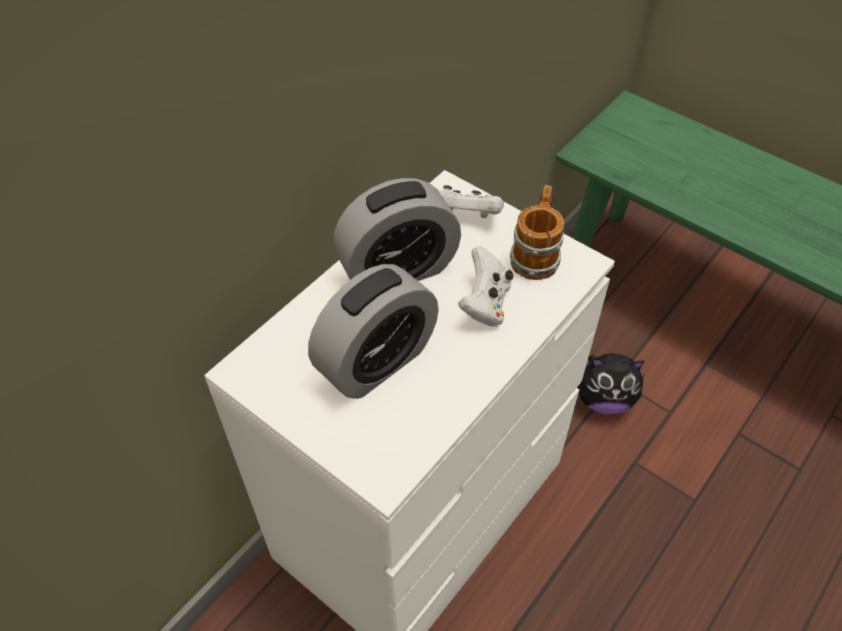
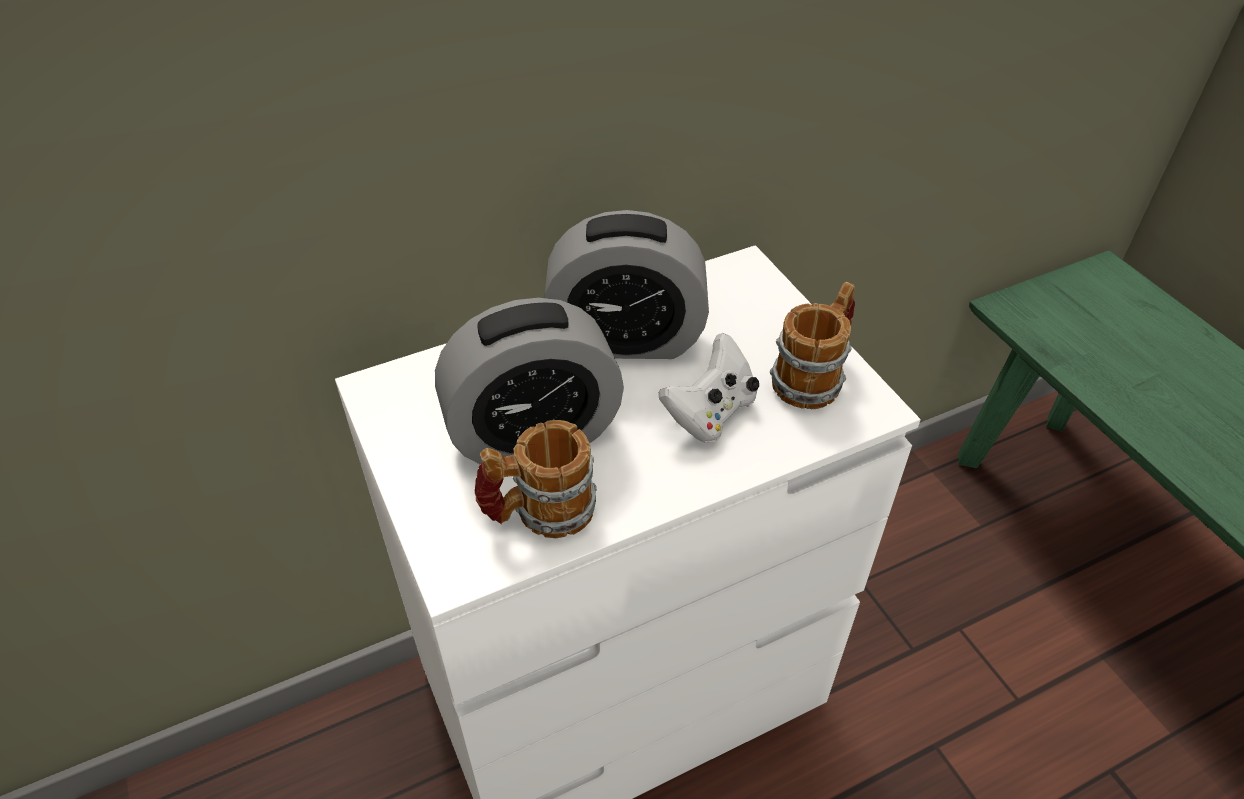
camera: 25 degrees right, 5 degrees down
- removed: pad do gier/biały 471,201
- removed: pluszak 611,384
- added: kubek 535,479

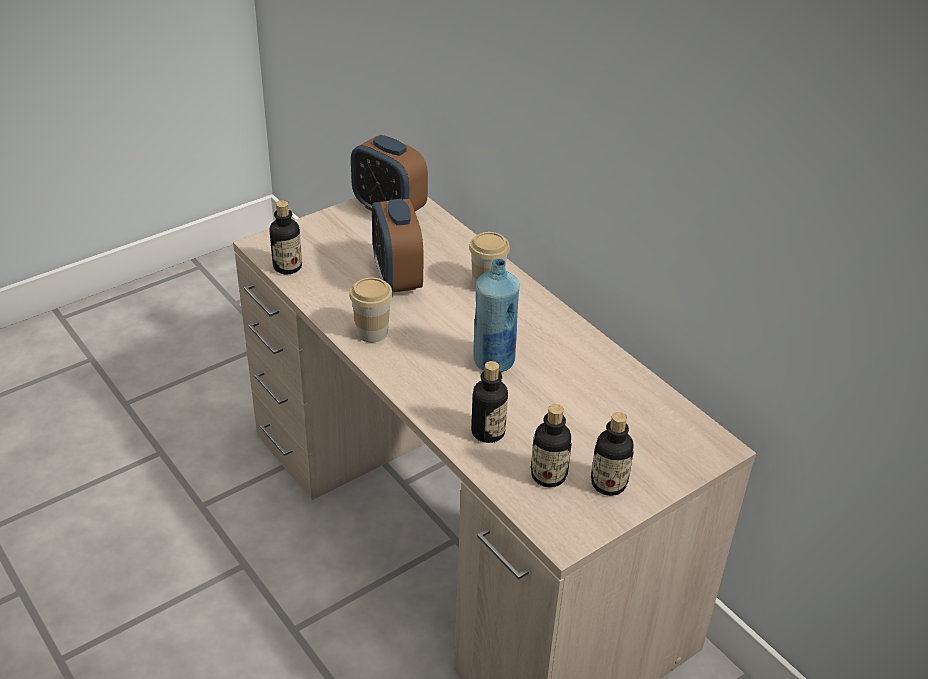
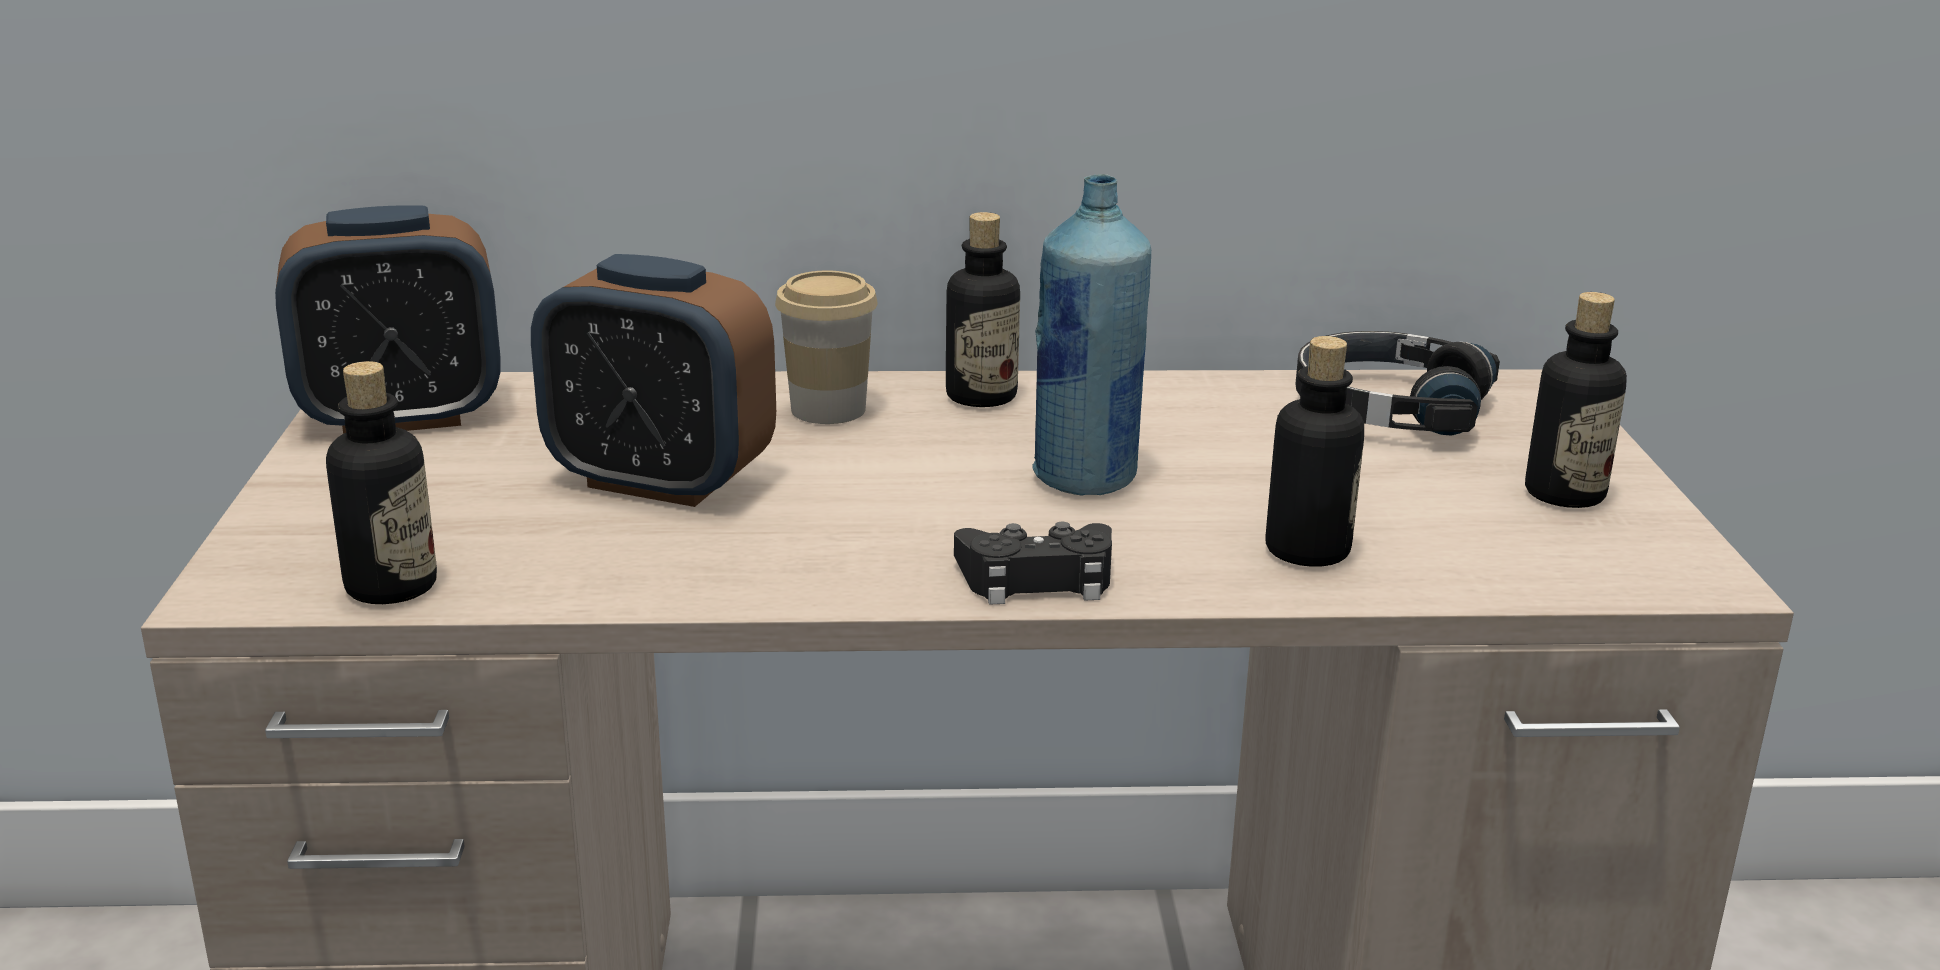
camera: 55 degrees left, 15 degrees down
- removed: filiżanka 371,309
- moved: butelka 551,446 to 983,309
- added: pad do gier/czarny 1033,563
- added: słuchawki/czarny 1397,383

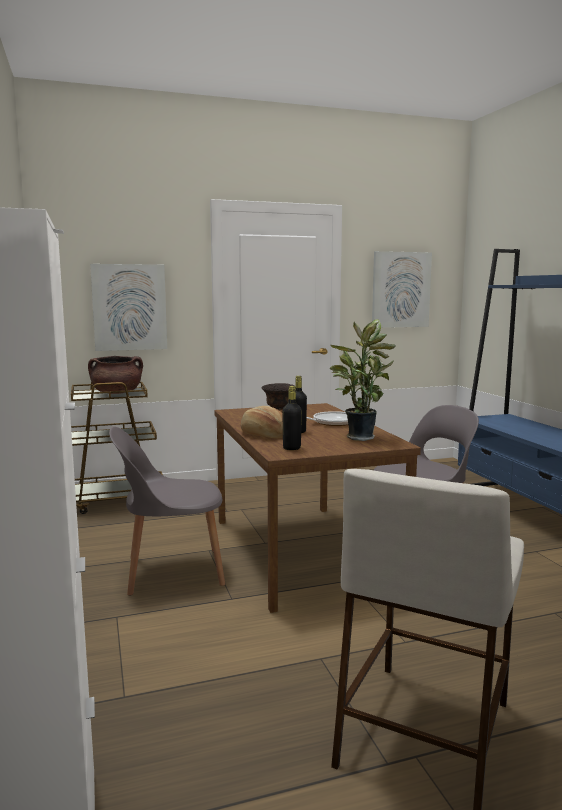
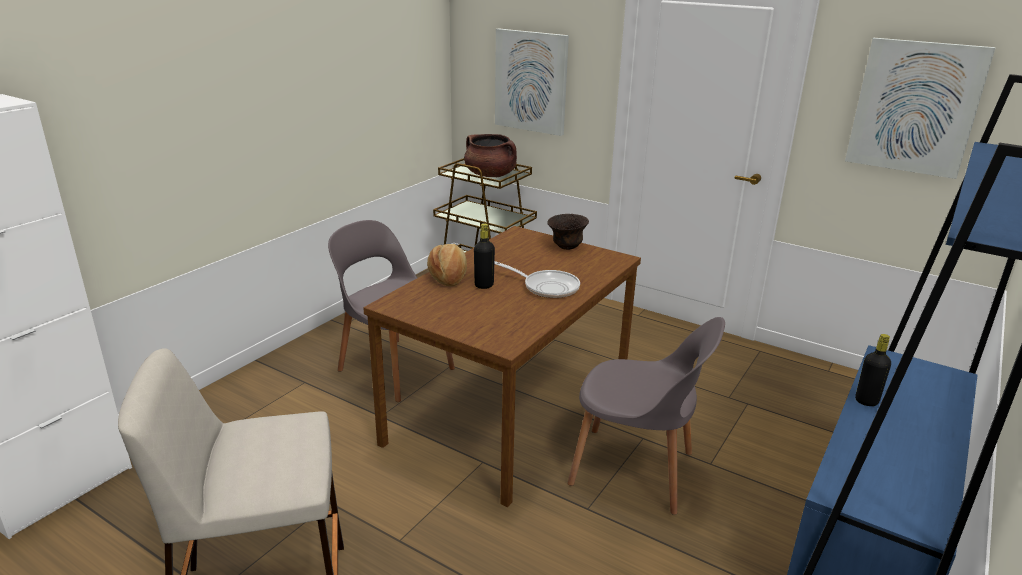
camera: 50 degrees right, 15 degrees up
- moved: butelka/czarny 292,418 to 873,370
- removed: roślina doniczkowa 363,380

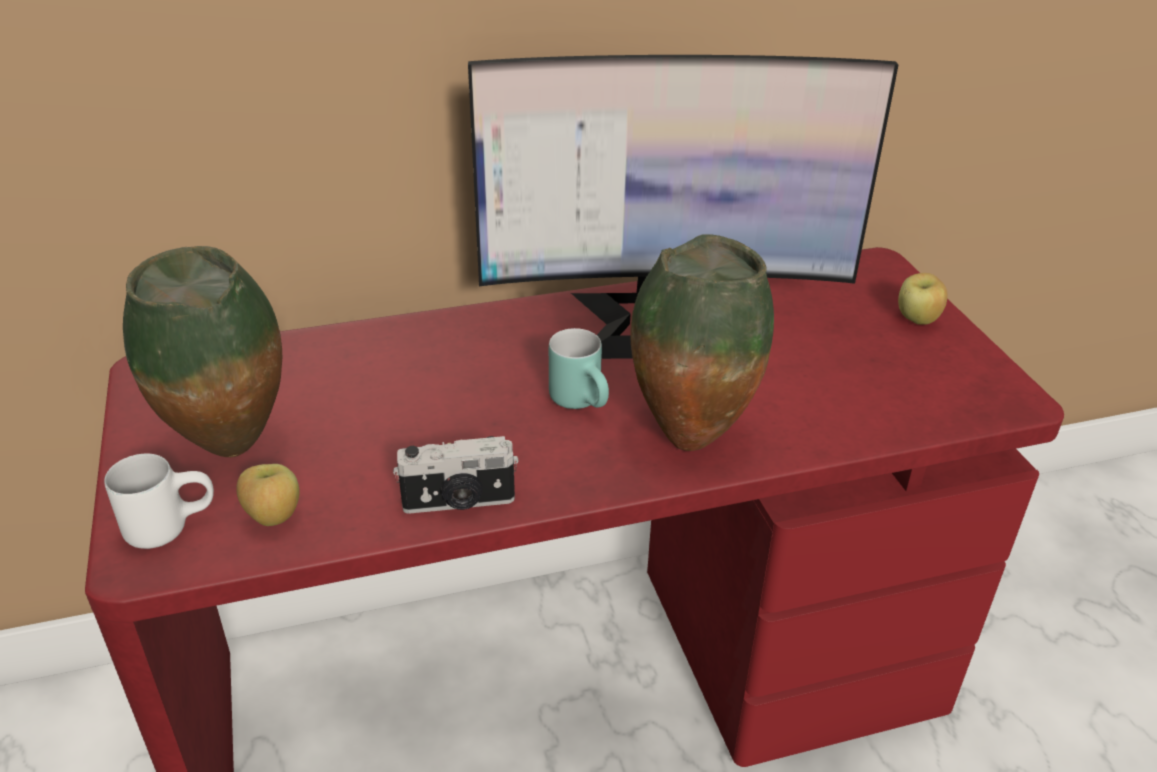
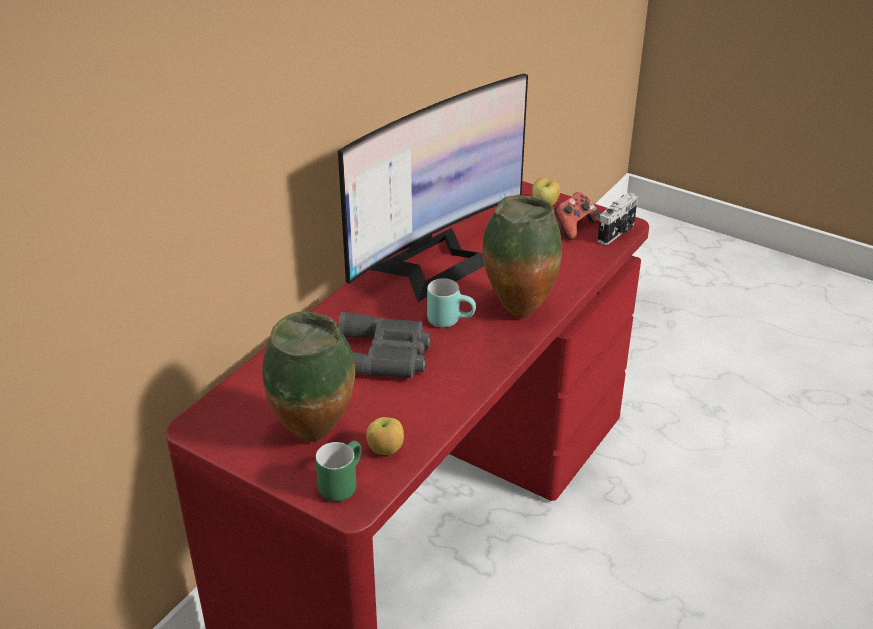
camera: 40 degrees left, 0 degrees up
- recoloured: kubek/biały 159,501 to kubek/zielony 338,471
- moved: aparat fotograficzny 456,475 to 617,219
- added: lornetka/szary 384,345
- added: pad do gier 577,216

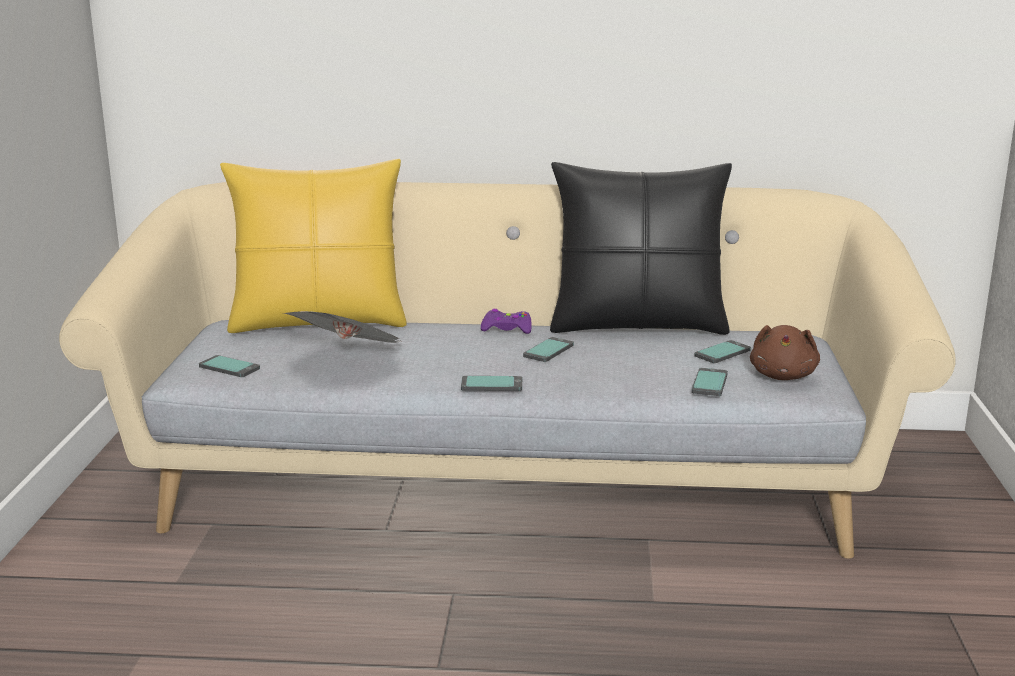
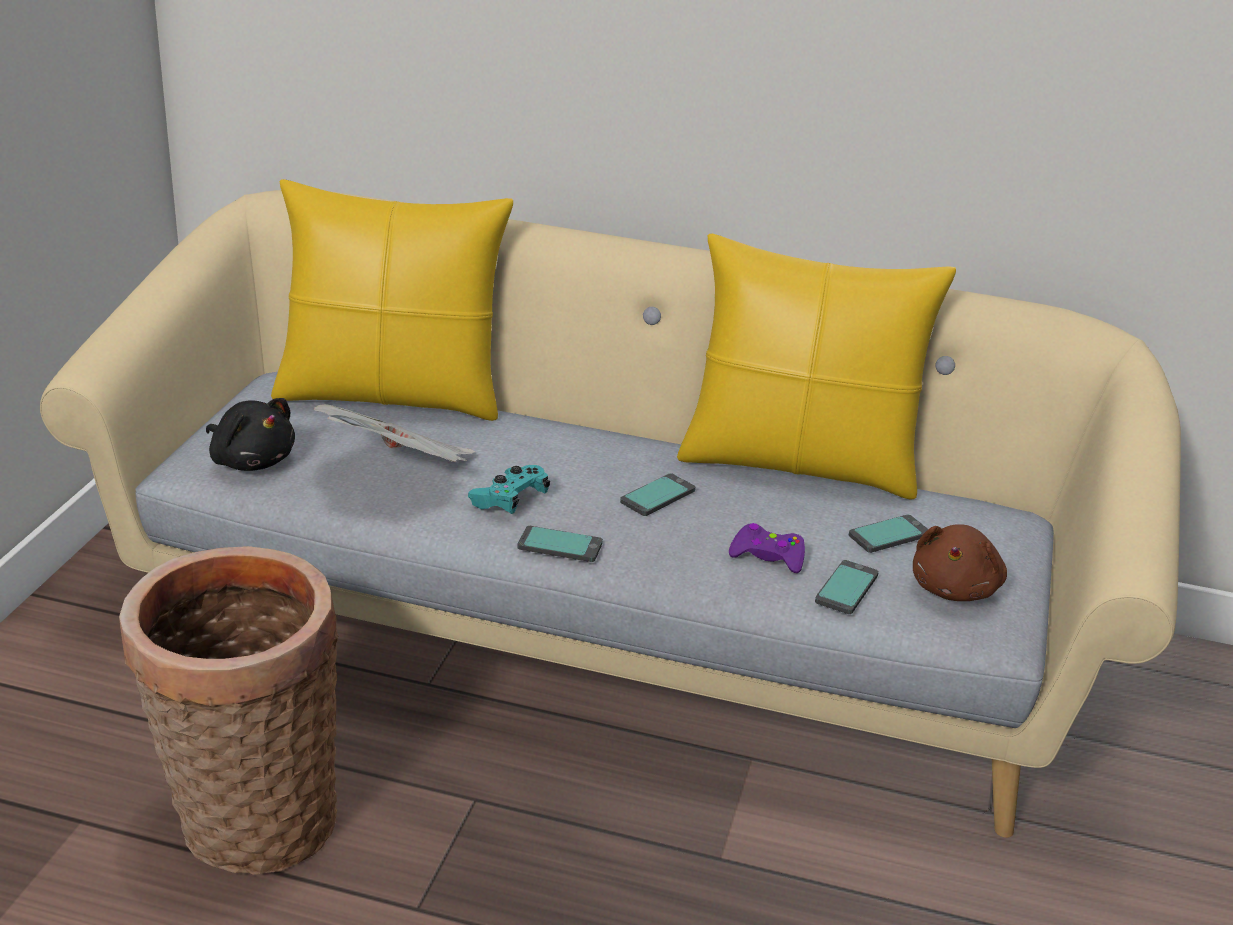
camera: 10 degrees right, 10 degrees up
- replaced: telefon 229,366 to pluszak/czarny 250,434
- moved: pad do gier/fioletowy 506,321 to 767,548
- recoloured: poduszka/czarny 641,248 to poduszka/żółty 816,367
- added: koszyk 229,710
- added: pad do gier/turkusowy 509,489

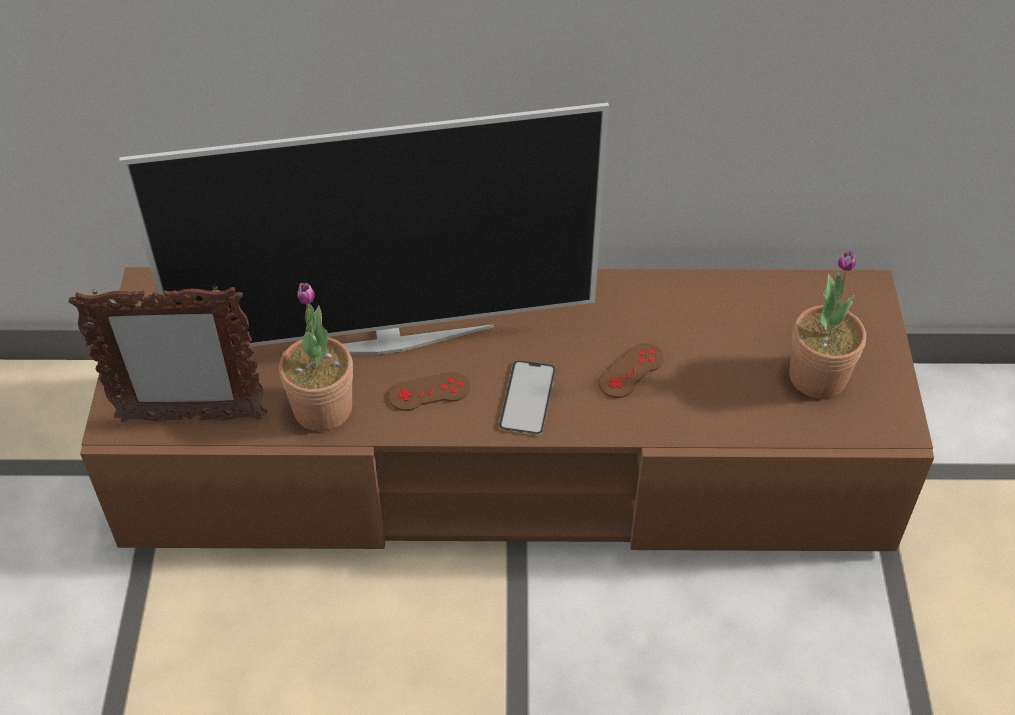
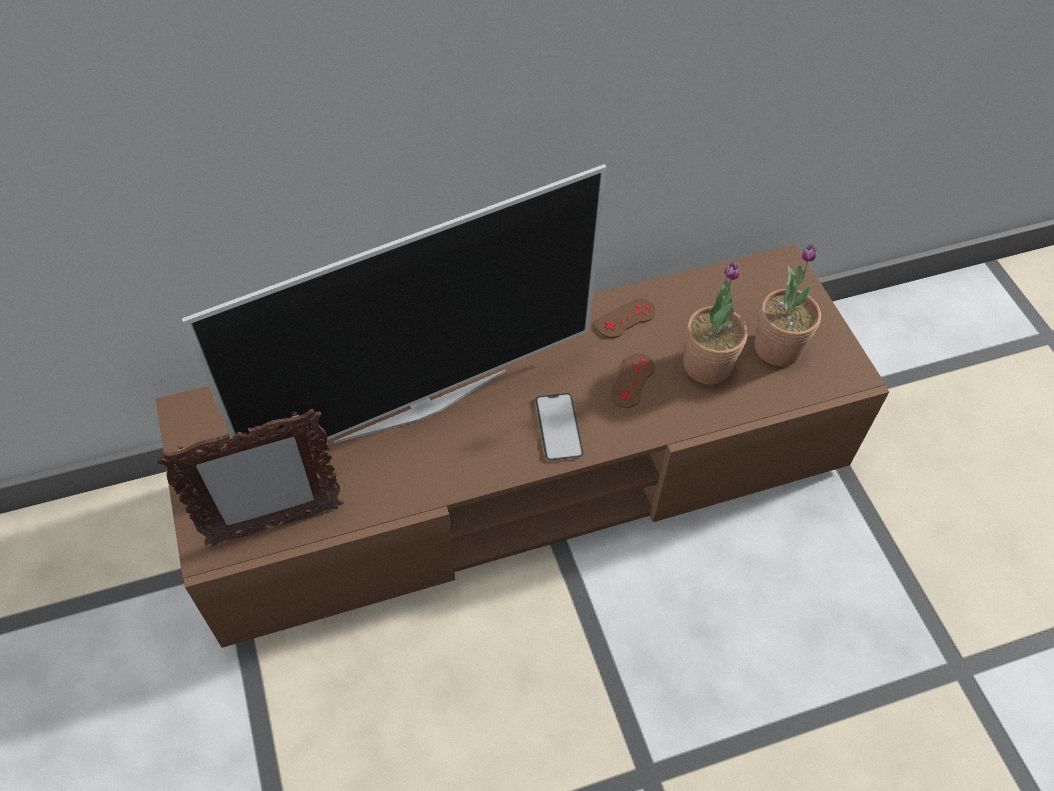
camera: 20 degrees left, 5 degrees up
- moved: roślina doniczkowa 316,357 to 716,323
- moved: pad do gier/brązowy 429,391 to 626,318

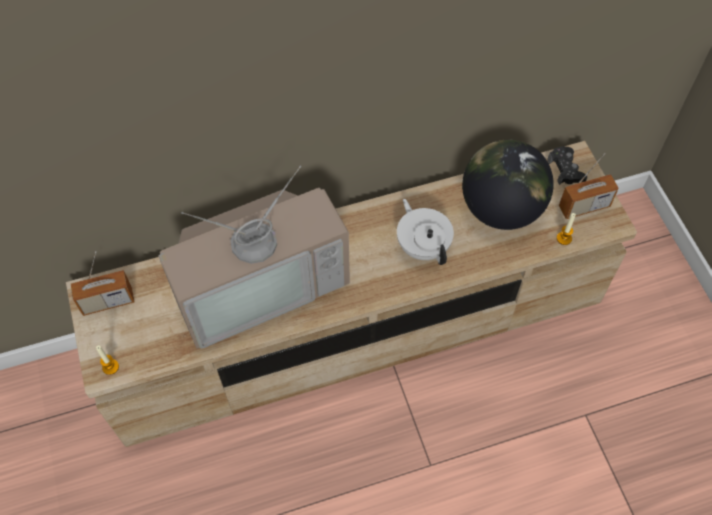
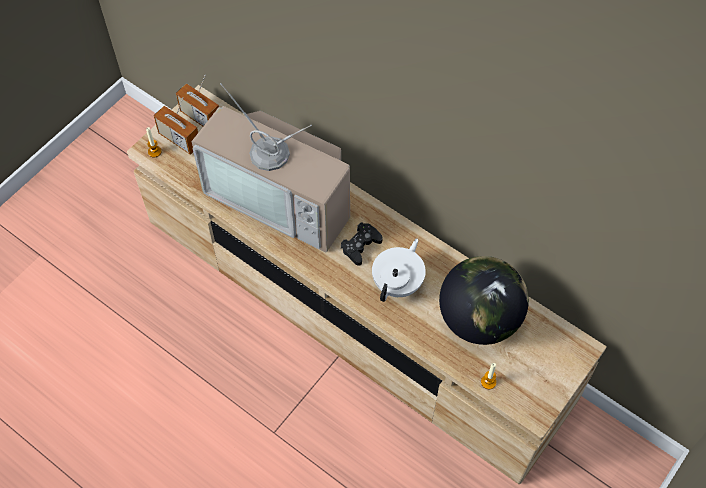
camera: 55 degrees right, 0 degrees up
- moved: pad do gier/czarny 567,165 to 362,244
- moved: radio 589,186 to 176,126

